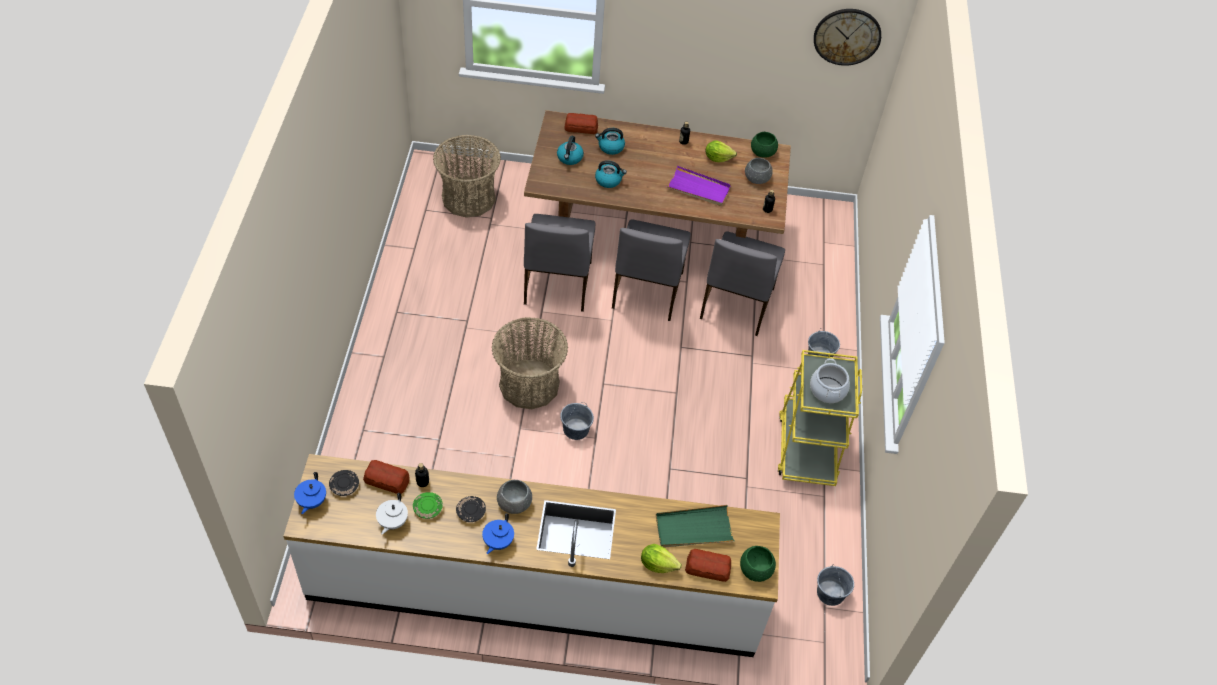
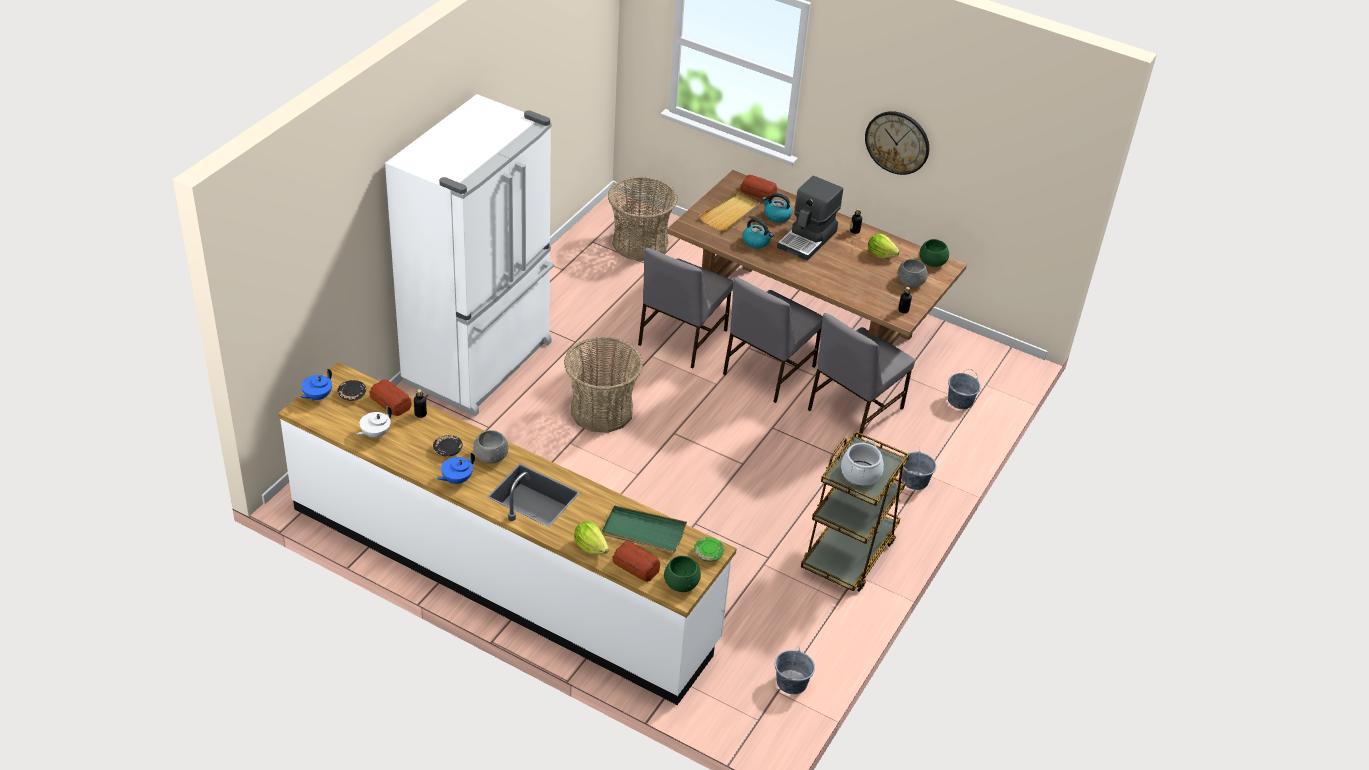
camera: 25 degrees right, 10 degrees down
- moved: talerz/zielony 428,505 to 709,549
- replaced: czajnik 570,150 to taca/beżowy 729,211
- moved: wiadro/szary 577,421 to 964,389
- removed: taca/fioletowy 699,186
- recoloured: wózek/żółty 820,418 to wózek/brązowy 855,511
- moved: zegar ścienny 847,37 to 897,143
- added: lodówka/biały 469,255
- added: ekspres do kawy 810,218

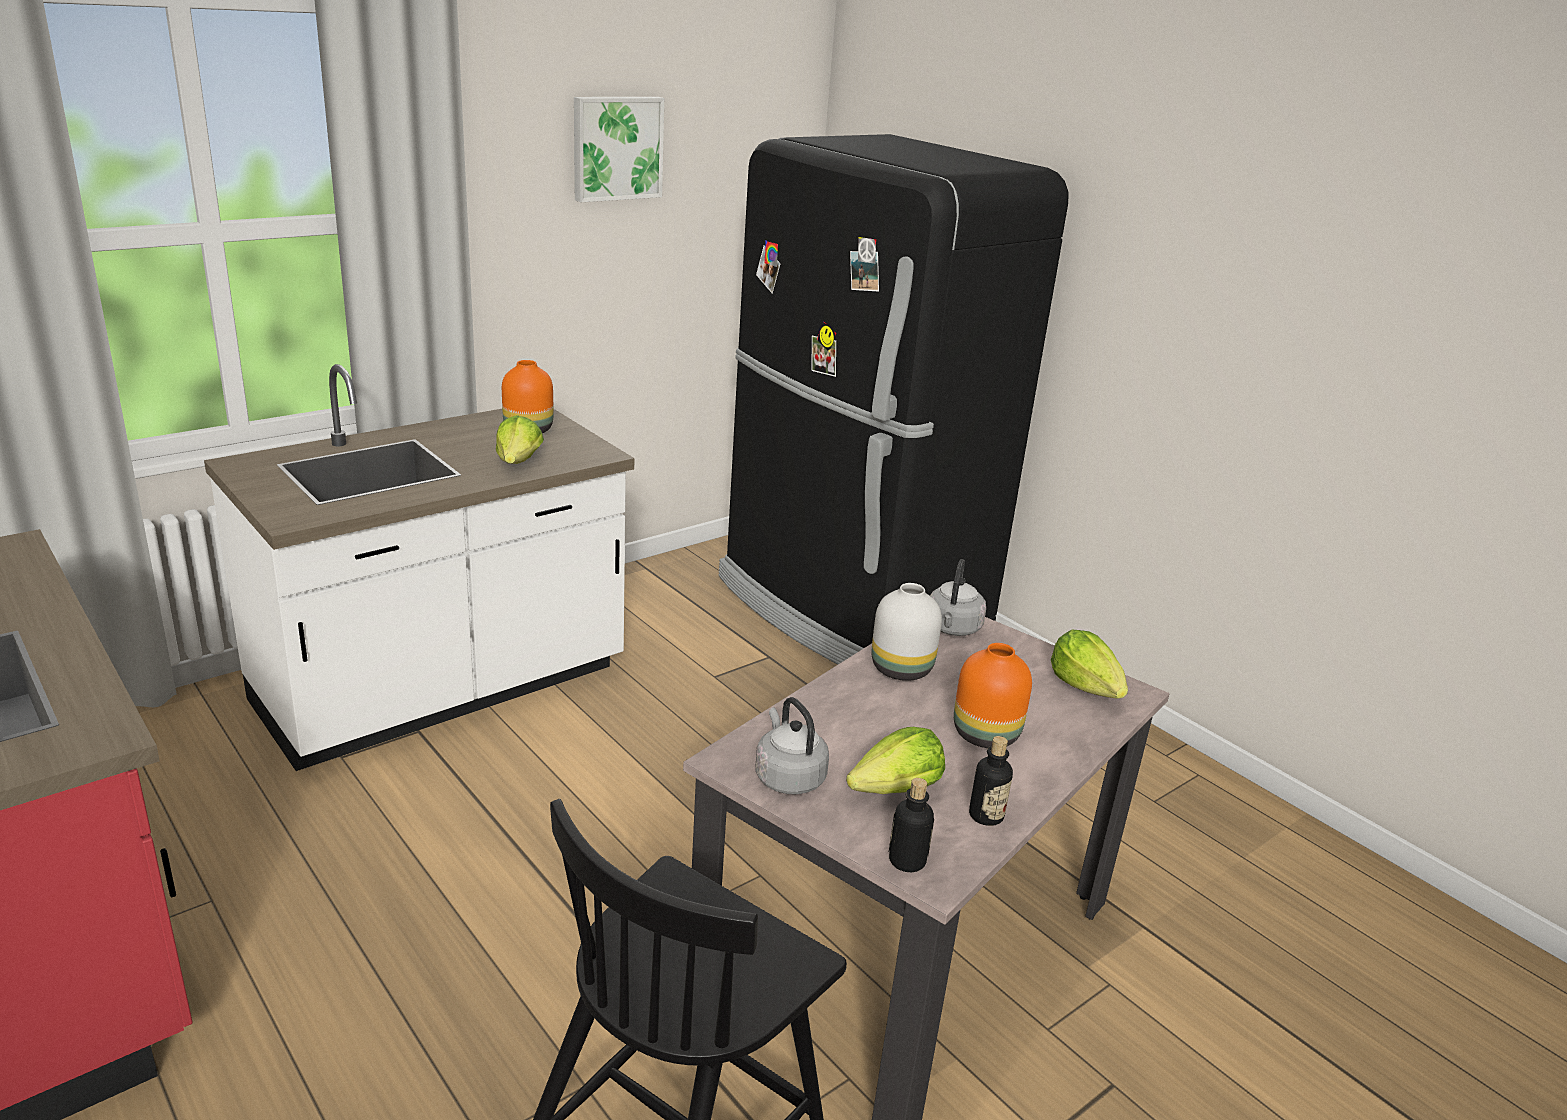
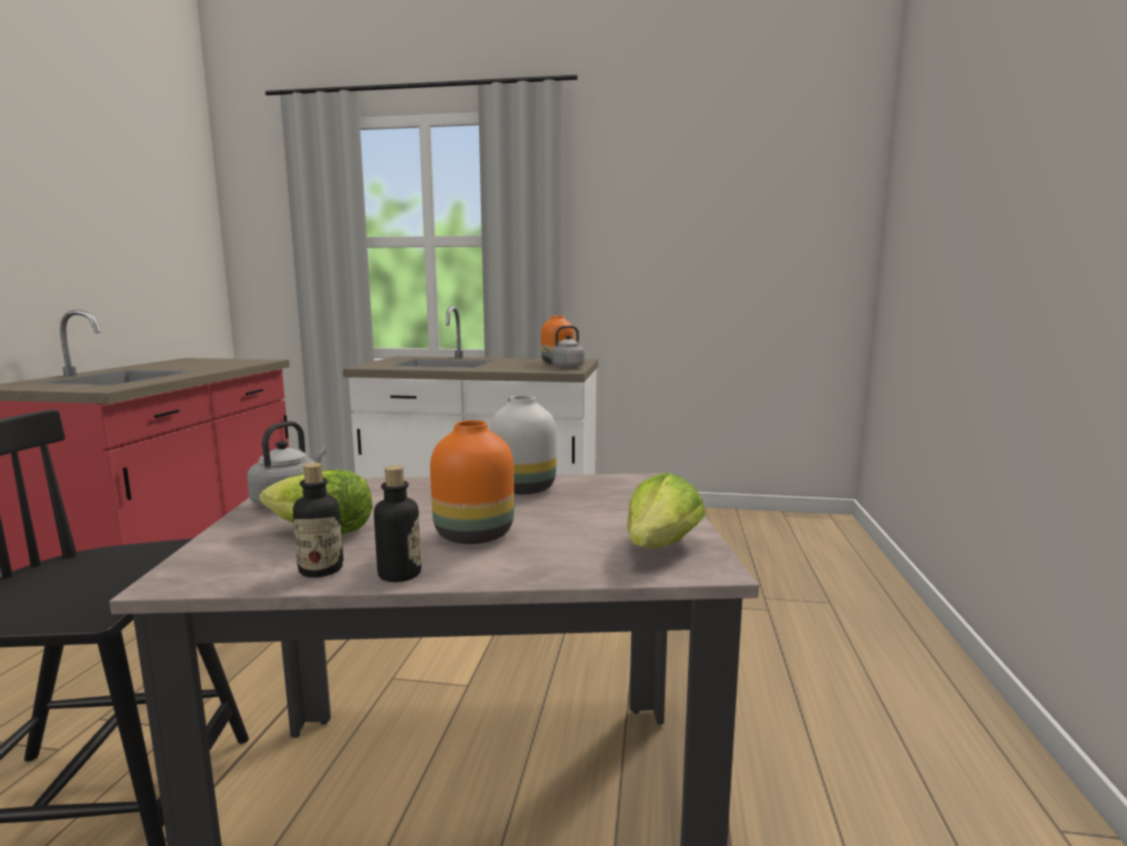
camera: 50 degrees right, 15 degrees down
- removed: sałata 520,439
- removed: obraz 619,149
- removed: lodówka/czarny 893,399
- moved: butelka 911,825 to 397,523
- moved: czajnik/szary 958,597 to 564,347

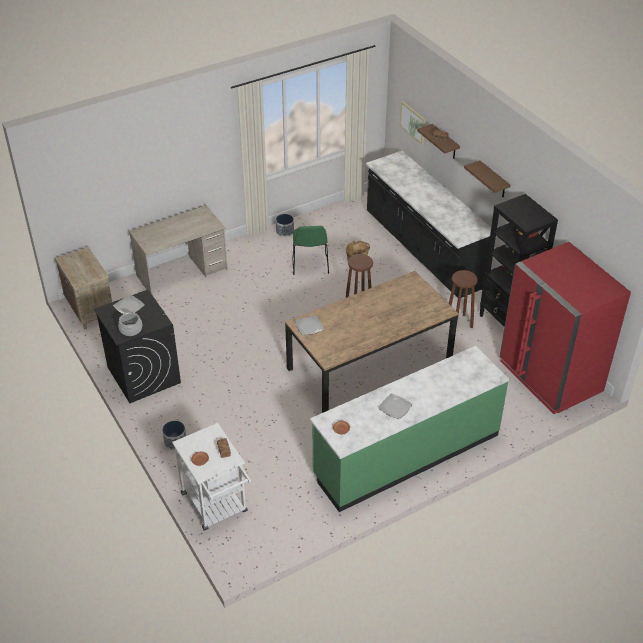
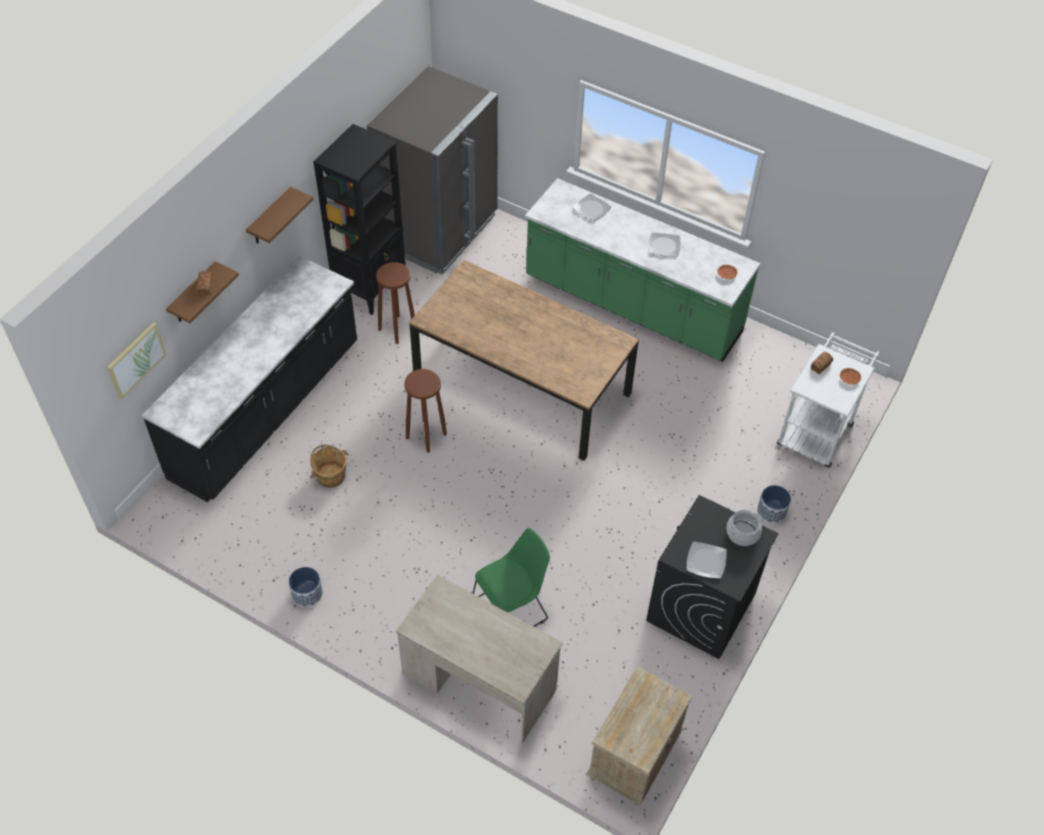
camera: 120 degrees left, 10 degrees up
- moved: krzesło/zielony 310,250 to 511,577
- moved: talerz 309,325 to 591,207
- recoloured: lodówka/czerwony 565,328 to lodówka/szary 432,170

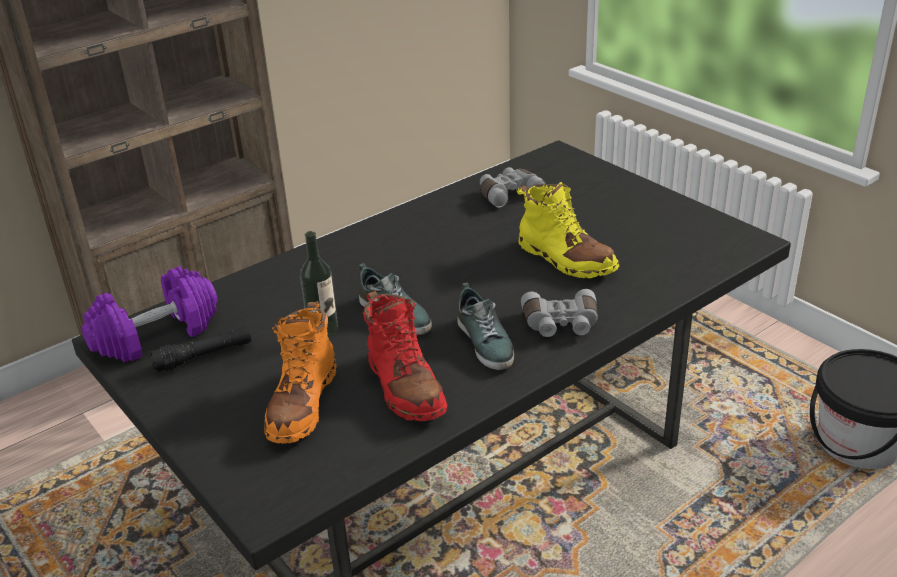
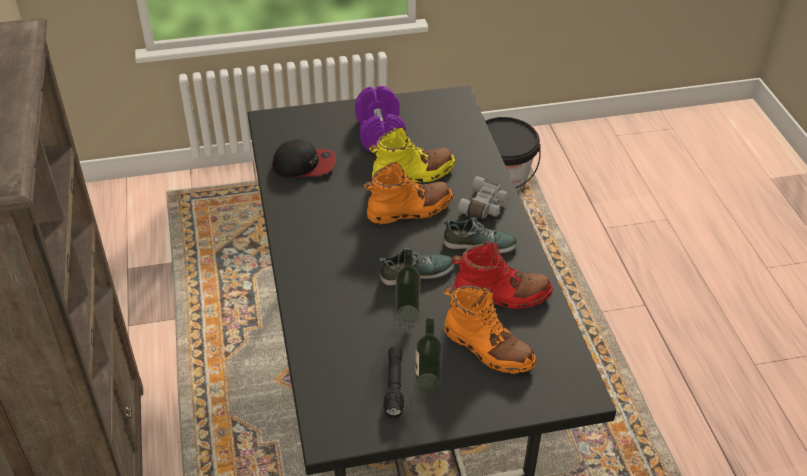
camera: 65 degrees left, 10 degrees up
- moved: hantel/fioletowy 149,314 to 380,119
- replaced: lornetka/szary 513,187 to czapka z daszkiem 304,158
- added: but z cholewką/pomarańczowy 408,193
- added: butelka 428,355

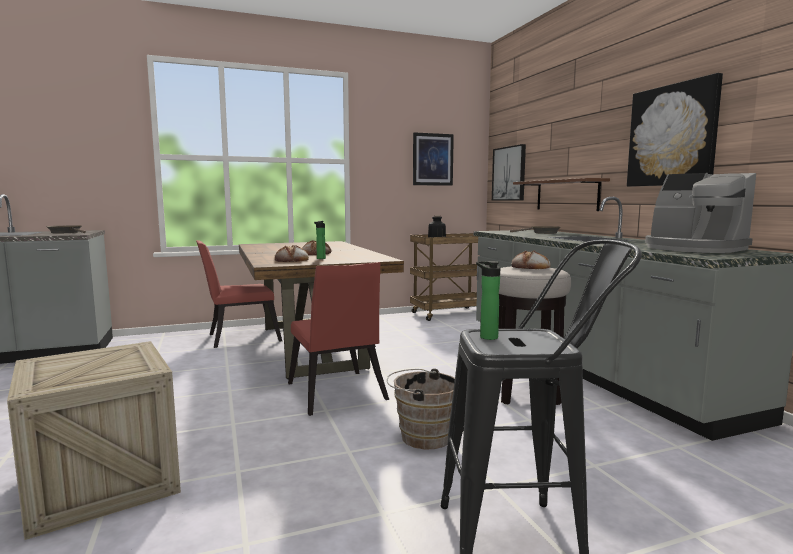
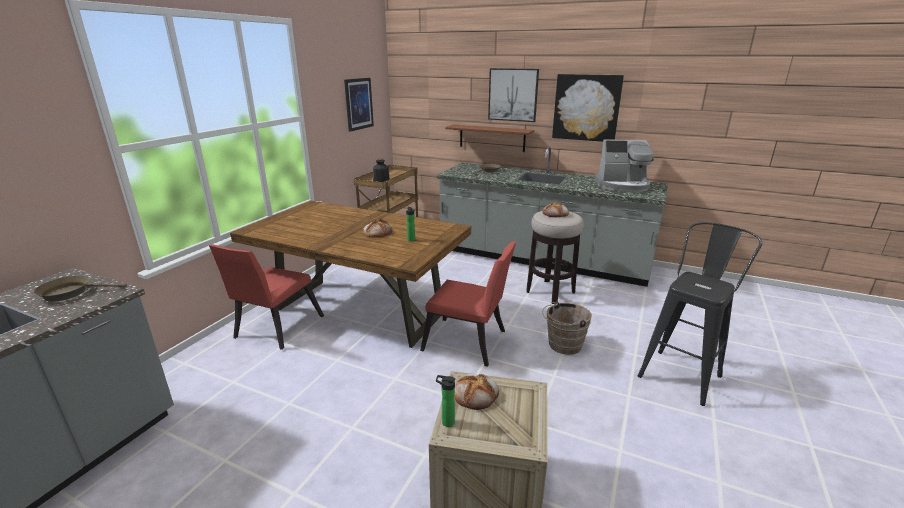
camera: 45 degrees left, 15 degrees up
- moved: chleb 292,253 to 476,392
- moved: butelka 488,300 to 445,401
- moved: obraz 509,172 to 513,95

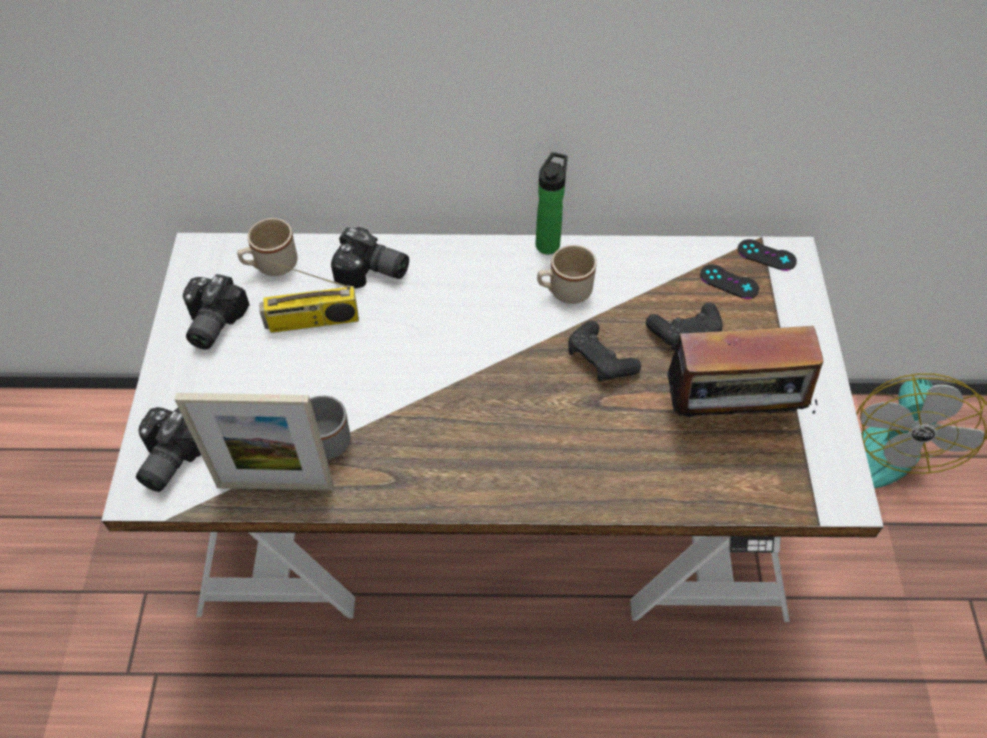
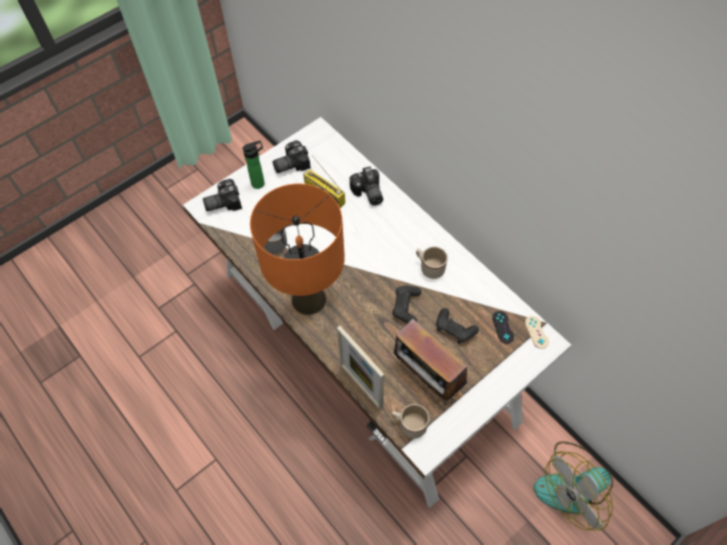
camera: 50 degrees right, 5 degrees up
- moved: ramka na zdjęcie 254,441 to 360,368
- moved: kubek/beżowy 267,247 to 410,421
- moved: butelka 552,203 to 253,165
- recoloured: pad do gier/czarny 767,255 to pad do gier/beżowy 537,332
- added: lampa stołowa/pomarańczowy 297,249

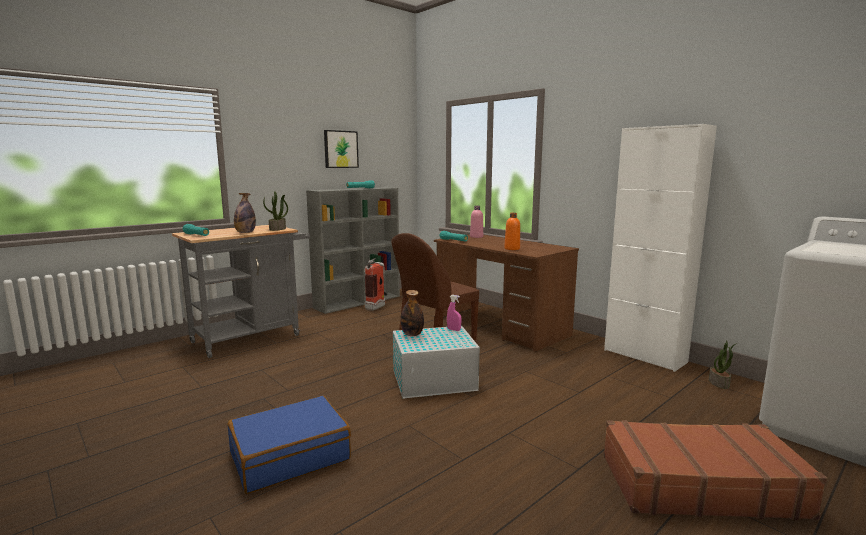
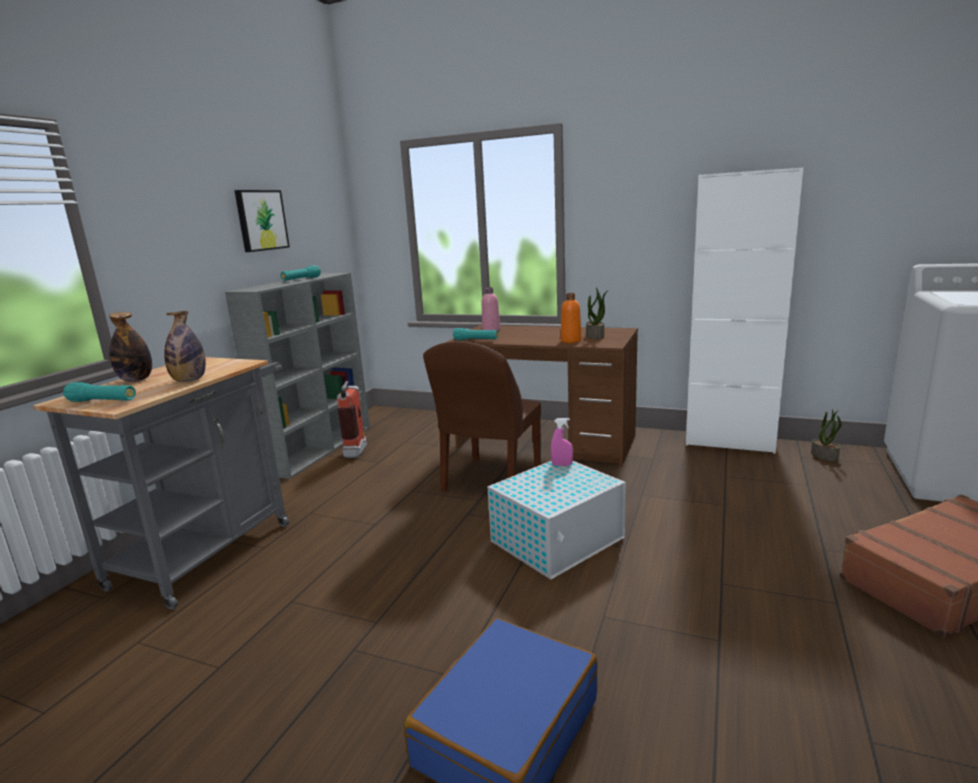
camera: 25 degrees left, 5 degrees up
- moved: roślina doniczkowa 275,211 to 597,313
- moved: butelka 412,313 to 130,347

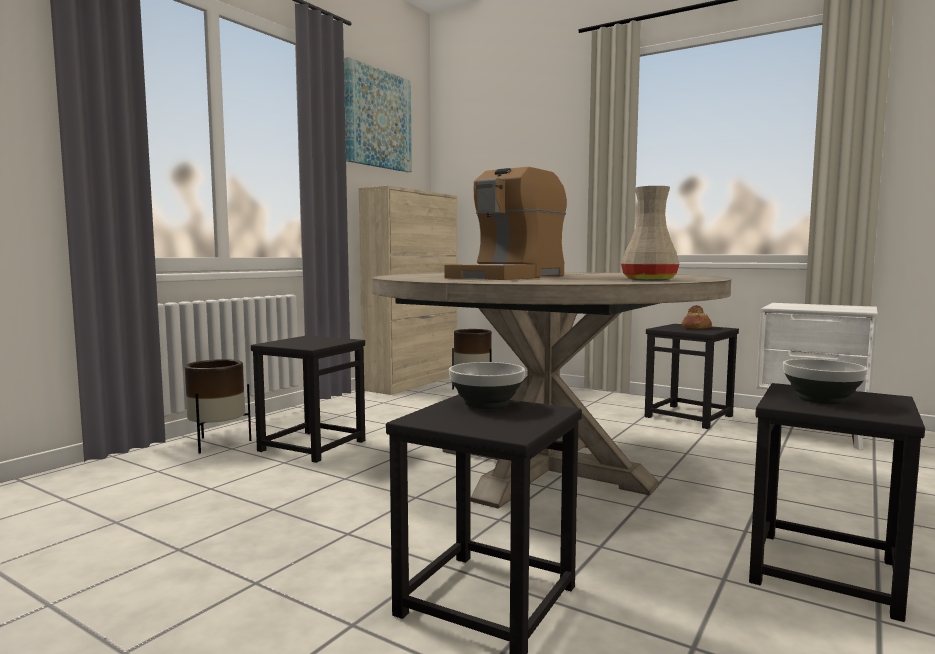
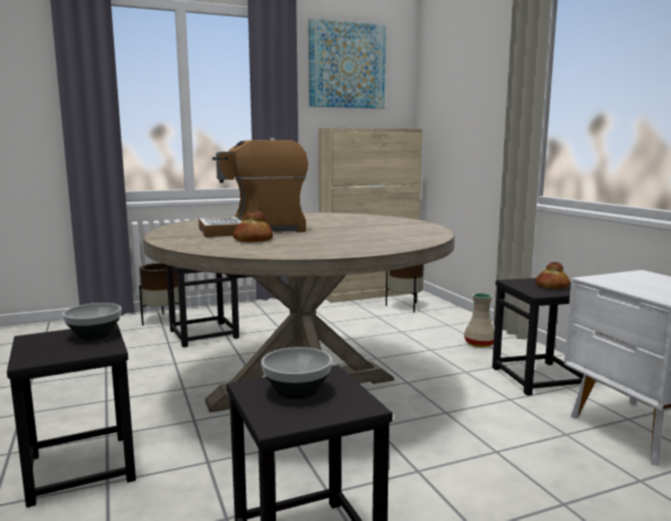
camera: 35 degrees right, 5 degrees up
- moved: wazon/beżowy 650,233 to 479,320
- added: chleb 253,226

